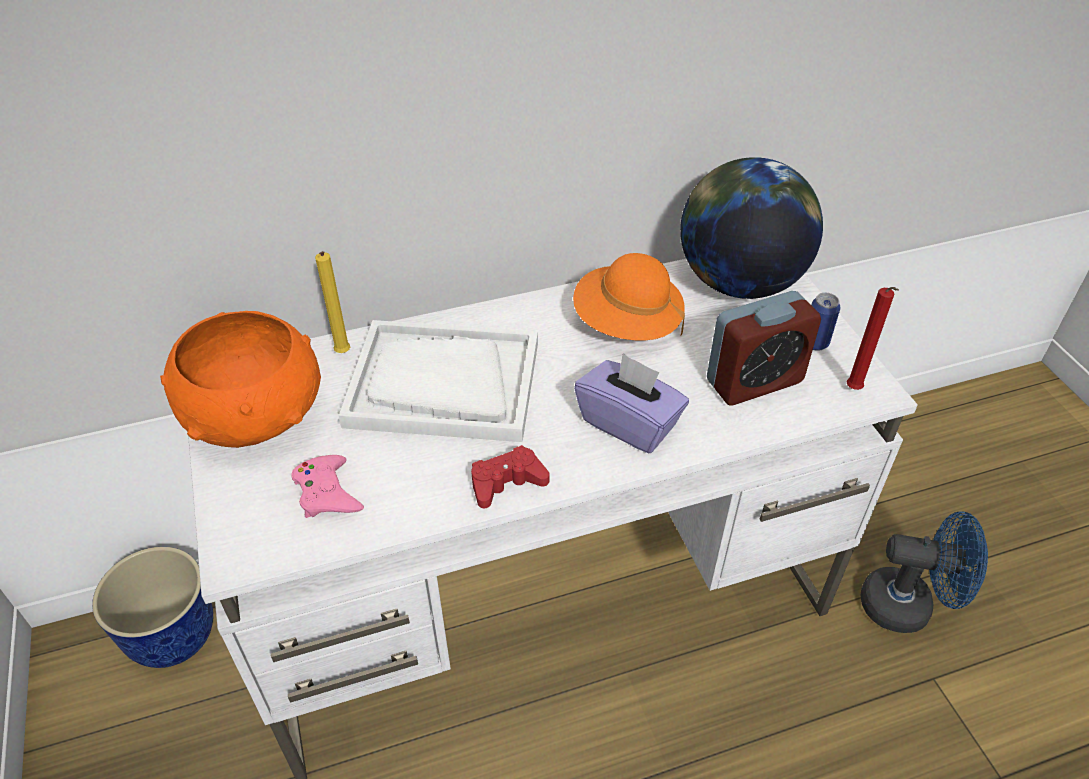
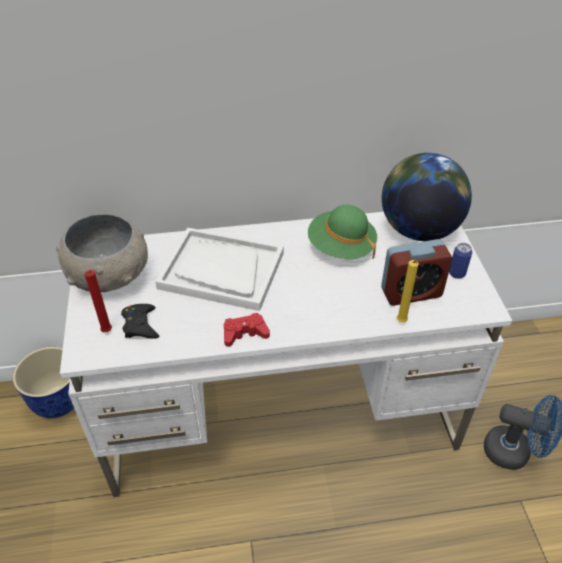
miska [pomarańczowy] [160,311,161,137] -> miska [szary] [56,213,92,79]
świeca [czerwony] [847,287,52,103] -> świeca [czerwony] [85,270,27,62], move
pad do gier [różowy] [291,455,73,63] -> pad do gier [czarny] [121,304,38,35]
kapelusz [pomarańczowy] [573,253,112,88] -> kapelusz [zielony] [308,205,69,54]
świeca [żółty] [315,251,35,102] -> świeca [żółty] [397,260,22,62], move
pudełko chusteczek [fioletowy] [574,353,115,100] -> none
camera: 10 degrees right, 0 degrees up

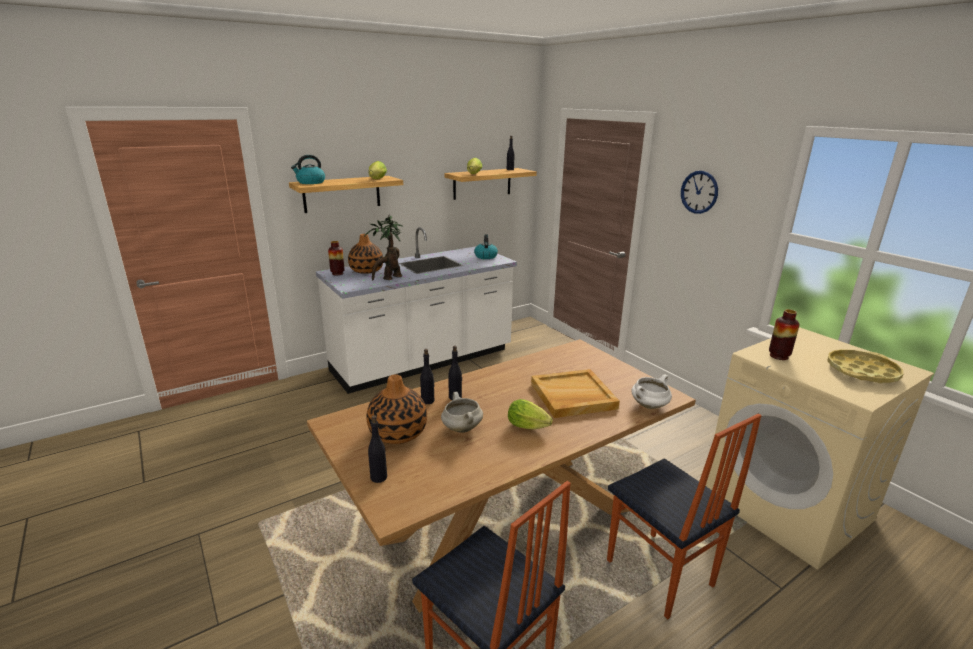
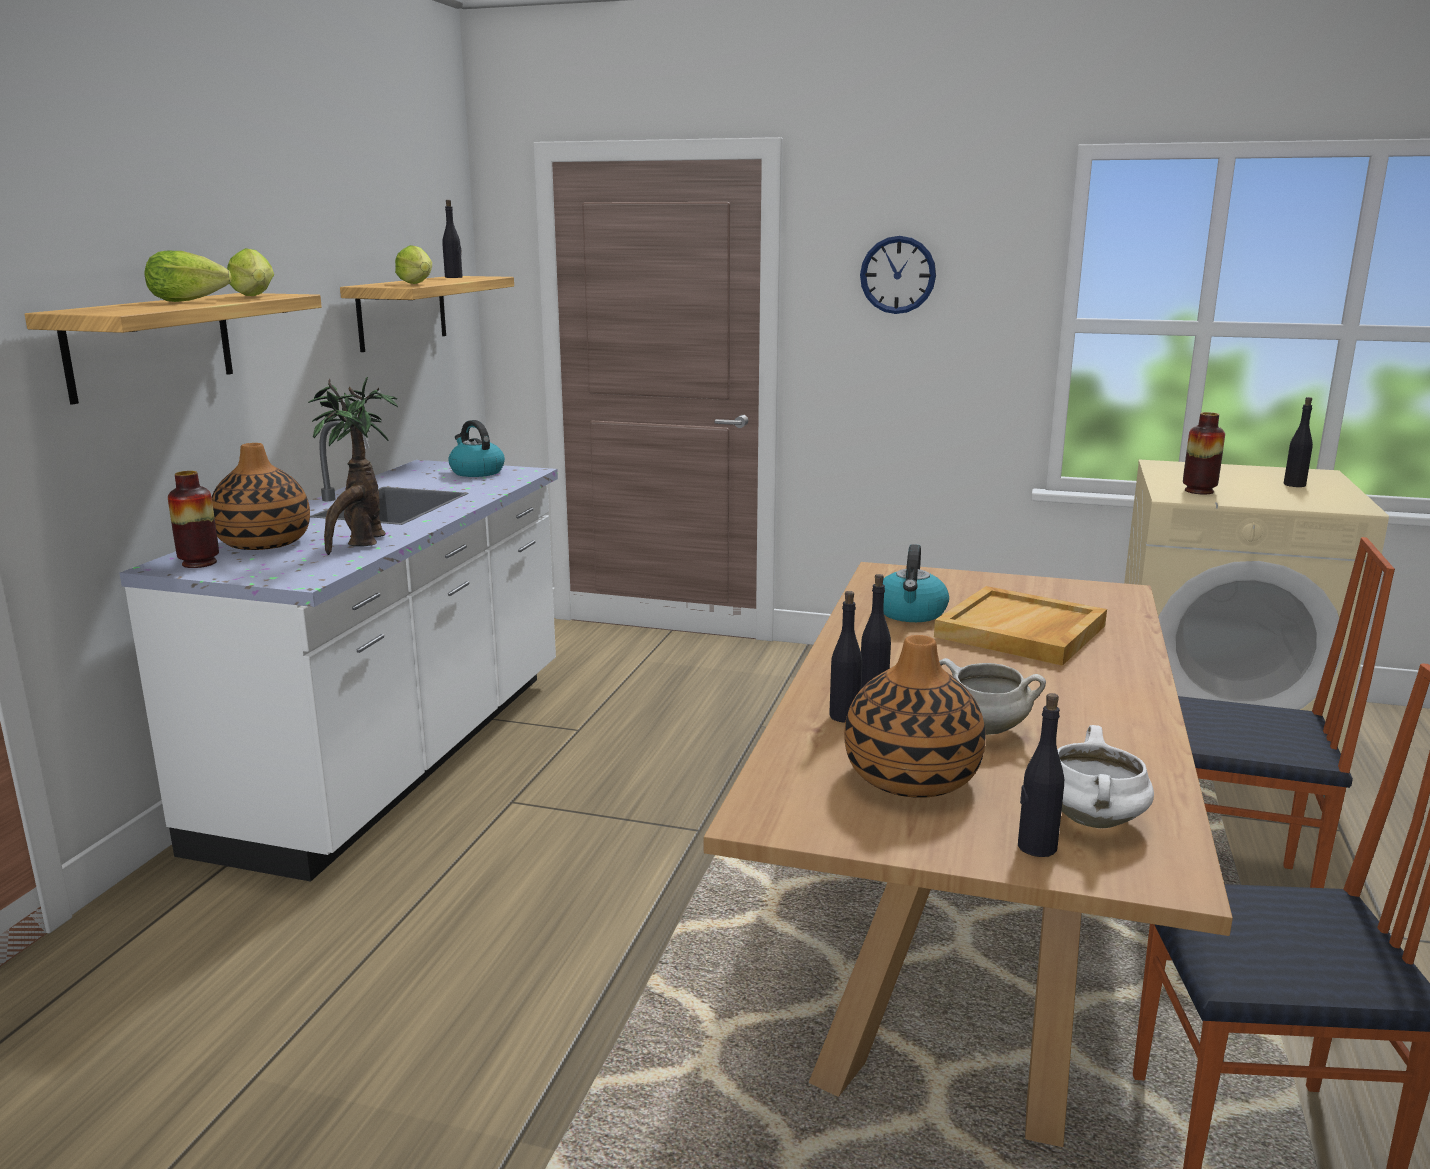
sałata [508,399,45,30] -> sałata [145,251,87,51], move
czajnik [291,155,34,29] -> czajnik [883,544,66,78], move
garnek [biały] [631,374,41,35] -> garnek [biały] [1058,725,96,103], move
taca [żółty] [827,349,77,34] -> butelka [czarny] [1284,397,29,90]
camera: 40 degrees left, 5 degrees down

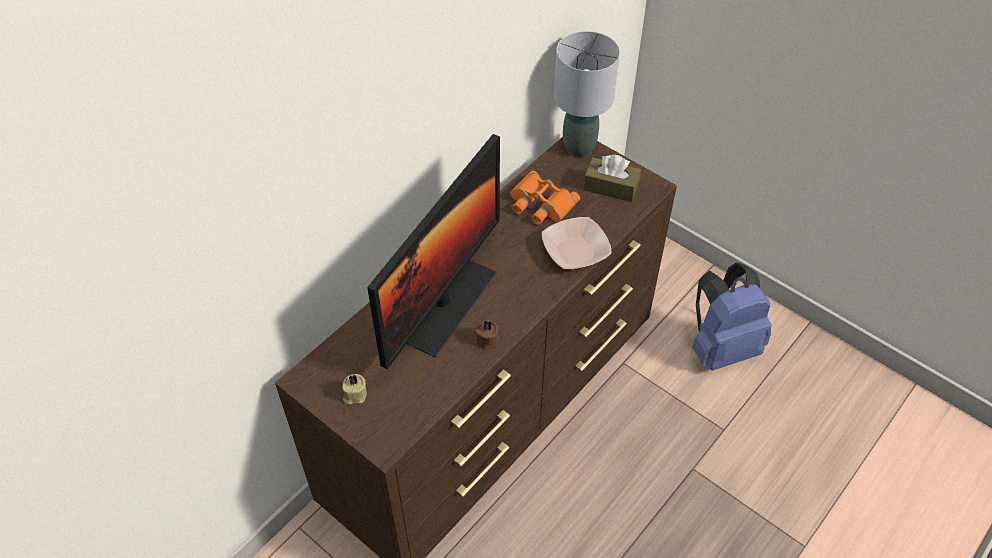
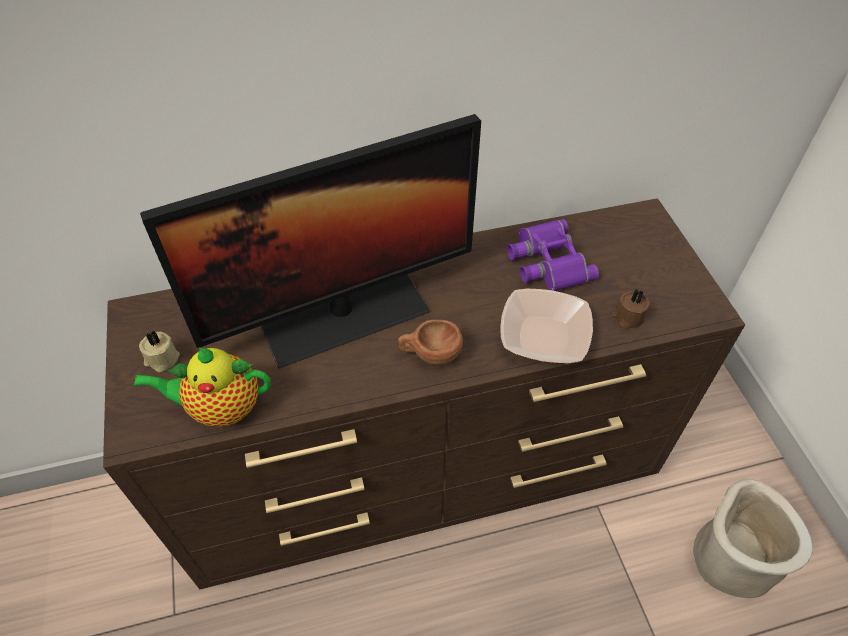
none -> imbryk [133,347,138,80]
none -> filiżanka [brązowy] [398,320,65,45]
lornetka [pomarańczowy] [510,171,70,54] -> lornetka [fioletowy] [507,219,92,72]
świeca [brązowy] [474,321,25,29] -> świeca [brązowy] [611,289,39,39], move
plecak [niebieski] [692,262,80,109] -> donica [beżowy] [693,478,120,120]
lampa stołowa [szary] [554,31,66,126] -> none
pudełko chusteczek [brązowy] [583,155,58,47] -> none
camera: 35 degrees right, 0 degrees up

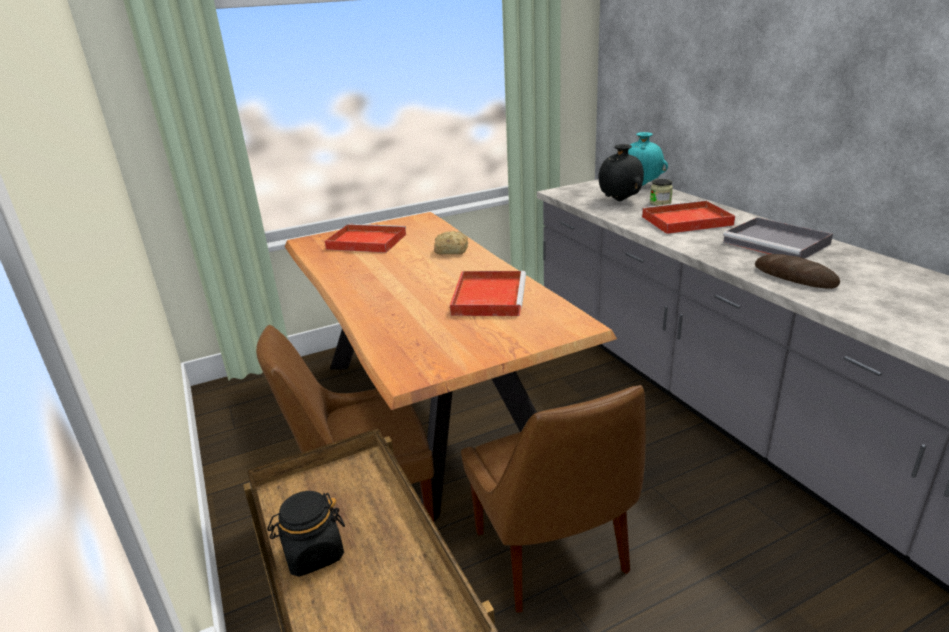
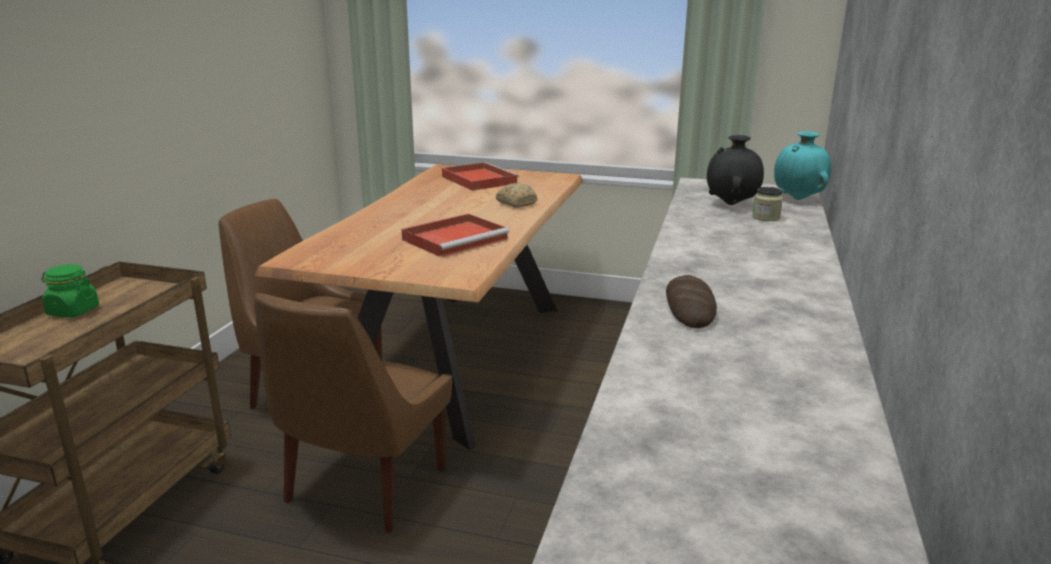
słoik [czarny] [267,491,78,86] -> słoik [zielony] [42,264,57,54]
taca [czerwony] [642,200,93,34] -> none
taca [szary] [723,217,110,42] -> none
camera: 40 degrees right, 5 degrees down

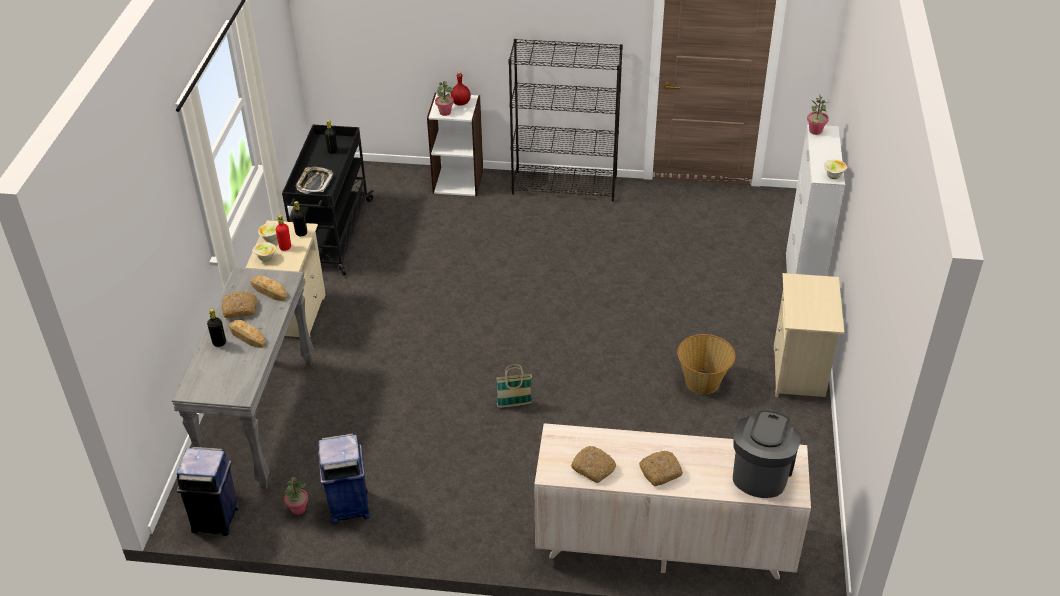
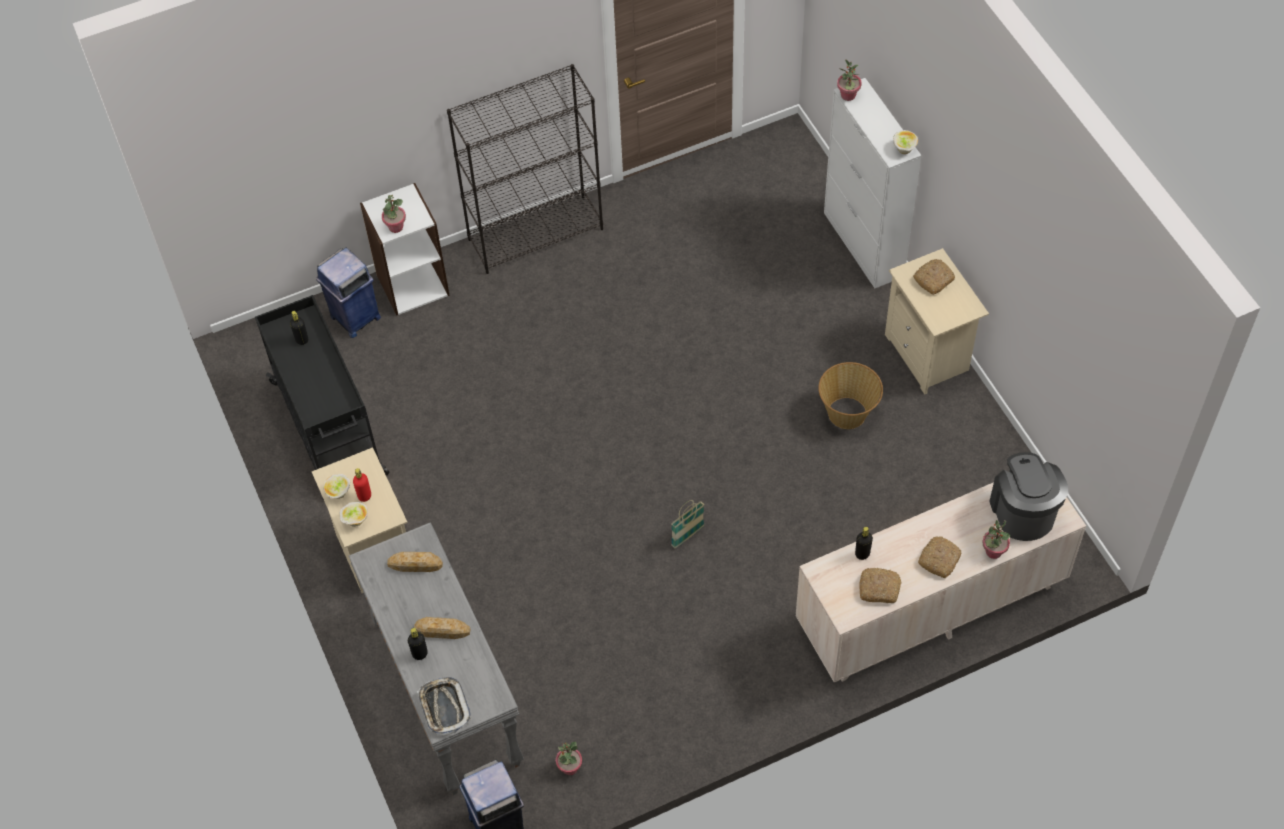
kosz na śmieci [niebieski] [318,433,53,91] -> kosz na śmieci [niebieski] [316,248,65,90], move
taca [296,167,37,27] -> taca [417,677,54,59], move
butelka [czarny] [292,201,15,35] -> butelka [czarny] [855,527,18,33], move
chleb [222,291,36,27] -> chleb [913,259,42,36], move
none -> roślina doniczkowa [982,520,28,39]
butelka [czerwony] [450,72,21,34] -> none
camera: 30 degrees left, 15 degrees up

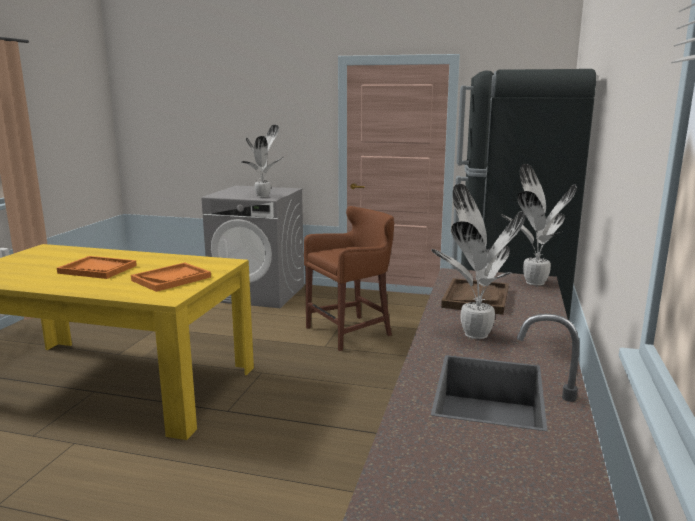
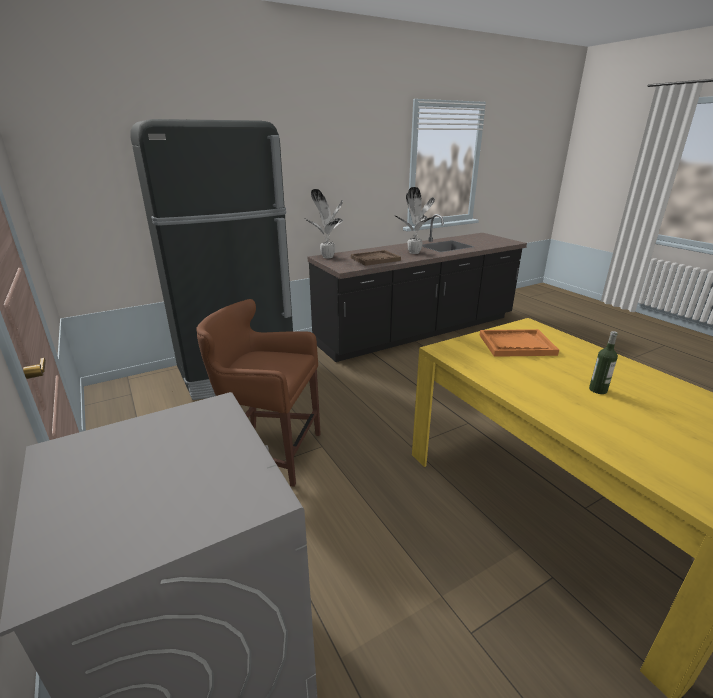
taca [pomarańczowy] [57,256,80,23] -> butelka [589,331,29,63]
roślina doniczkowa [241,124,42,73] -> none
camera: 135 degrees left, 10 degrees up

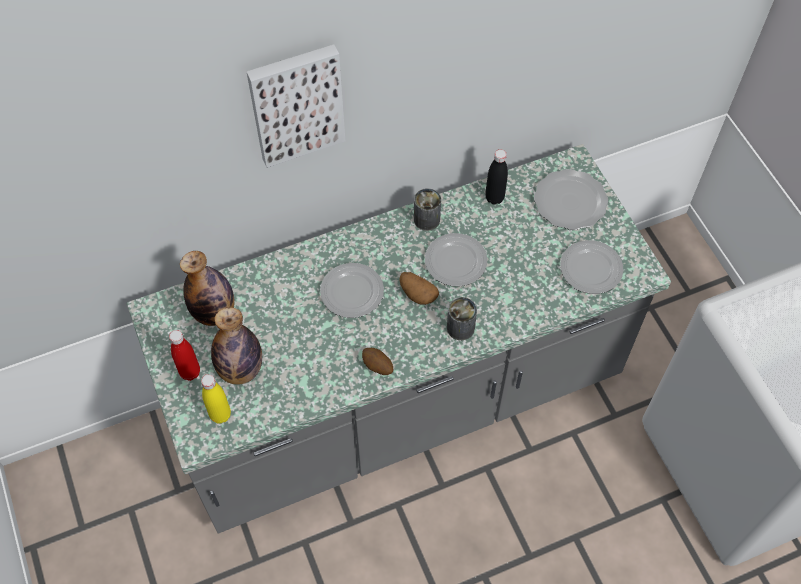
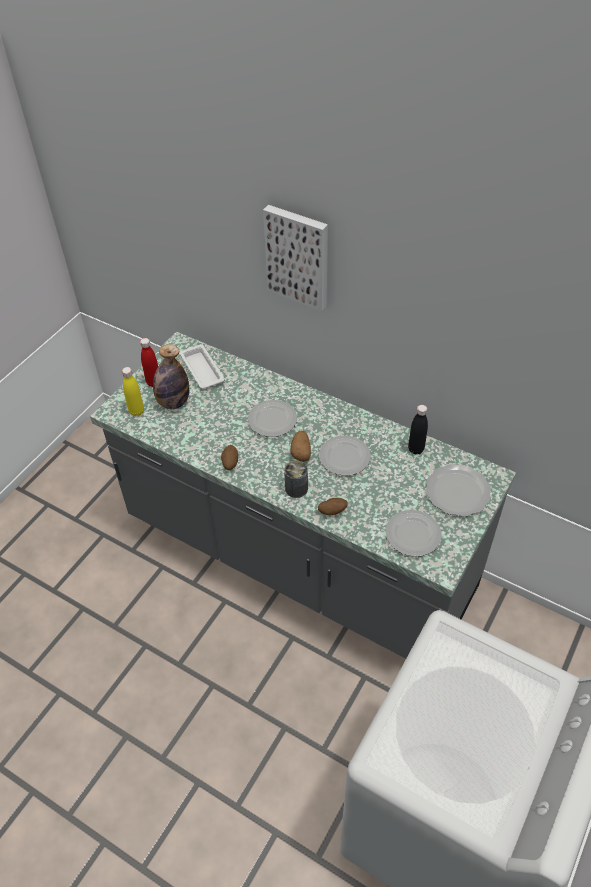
butelka [180,251,55,75] -> taca [biały] [180,344,45,45]
none -> ziemniak [318,498,30,17]
puszka [414,188,27,43] -> none
camera: 55 degrees right, 10 degrees down

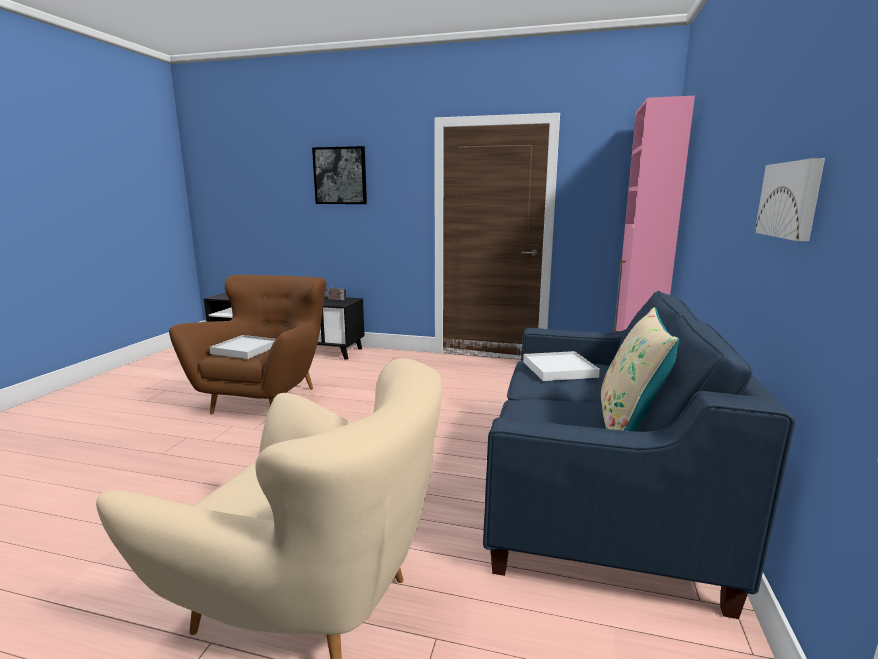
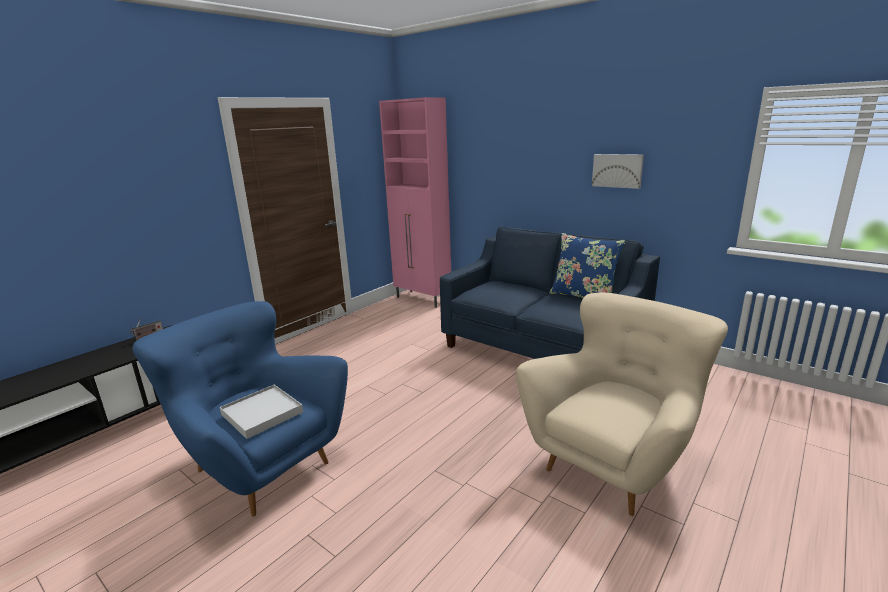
fotel [brązowy] [169,275,157,140] -> fotel [niebieski] [132,301,216,215]
poduszka [beżowy] [601,307,78,124] -> poduszka [niebieski] [549,233,77,65]
obraz [312,146,55,58] -> none
taca [biały] [523,351,77,30] -> none
camera: 65 degrees left, 5 degrees up

